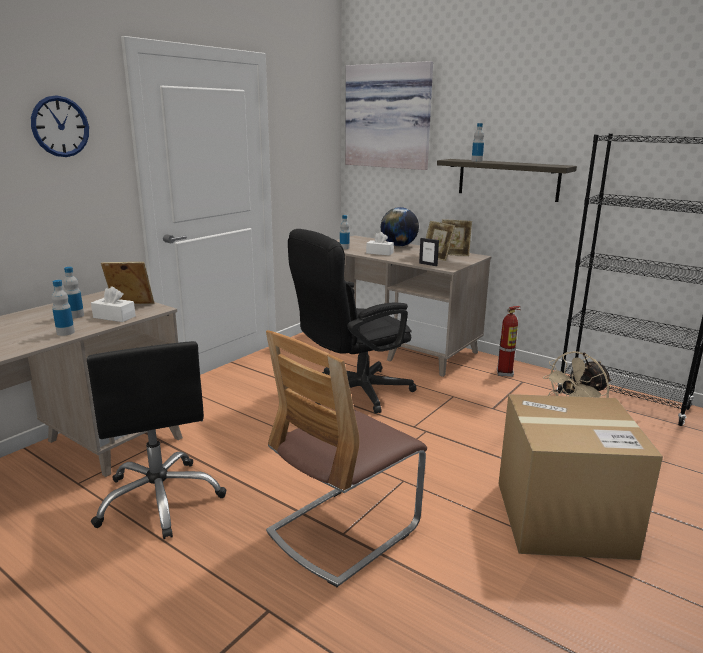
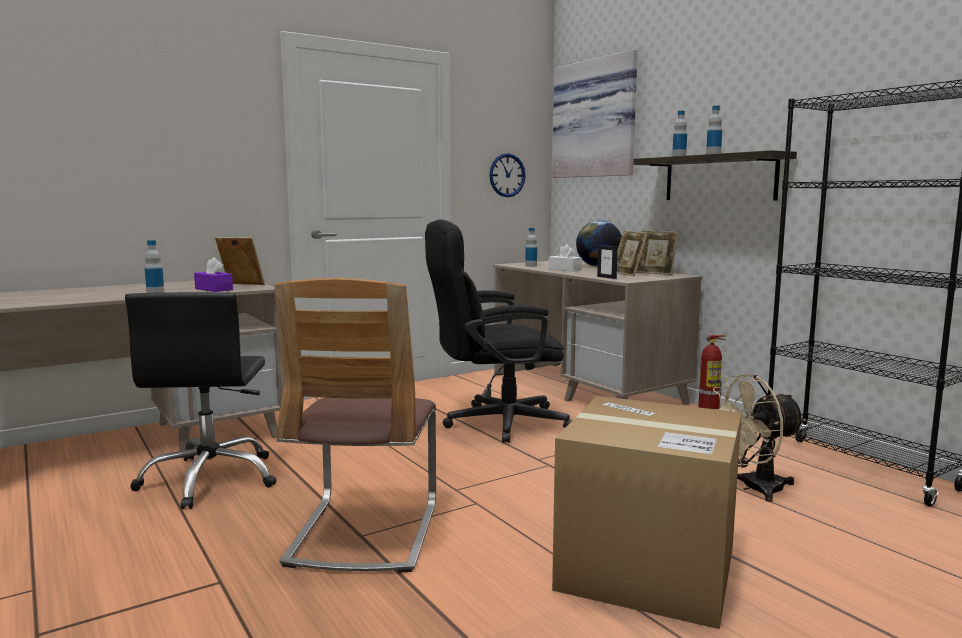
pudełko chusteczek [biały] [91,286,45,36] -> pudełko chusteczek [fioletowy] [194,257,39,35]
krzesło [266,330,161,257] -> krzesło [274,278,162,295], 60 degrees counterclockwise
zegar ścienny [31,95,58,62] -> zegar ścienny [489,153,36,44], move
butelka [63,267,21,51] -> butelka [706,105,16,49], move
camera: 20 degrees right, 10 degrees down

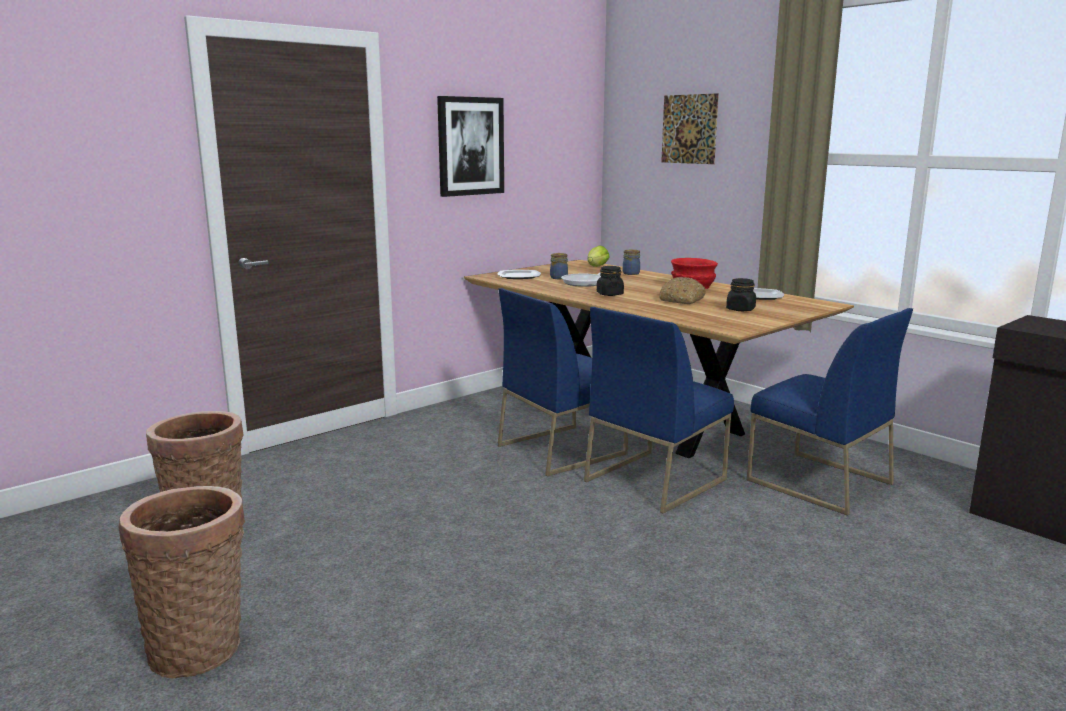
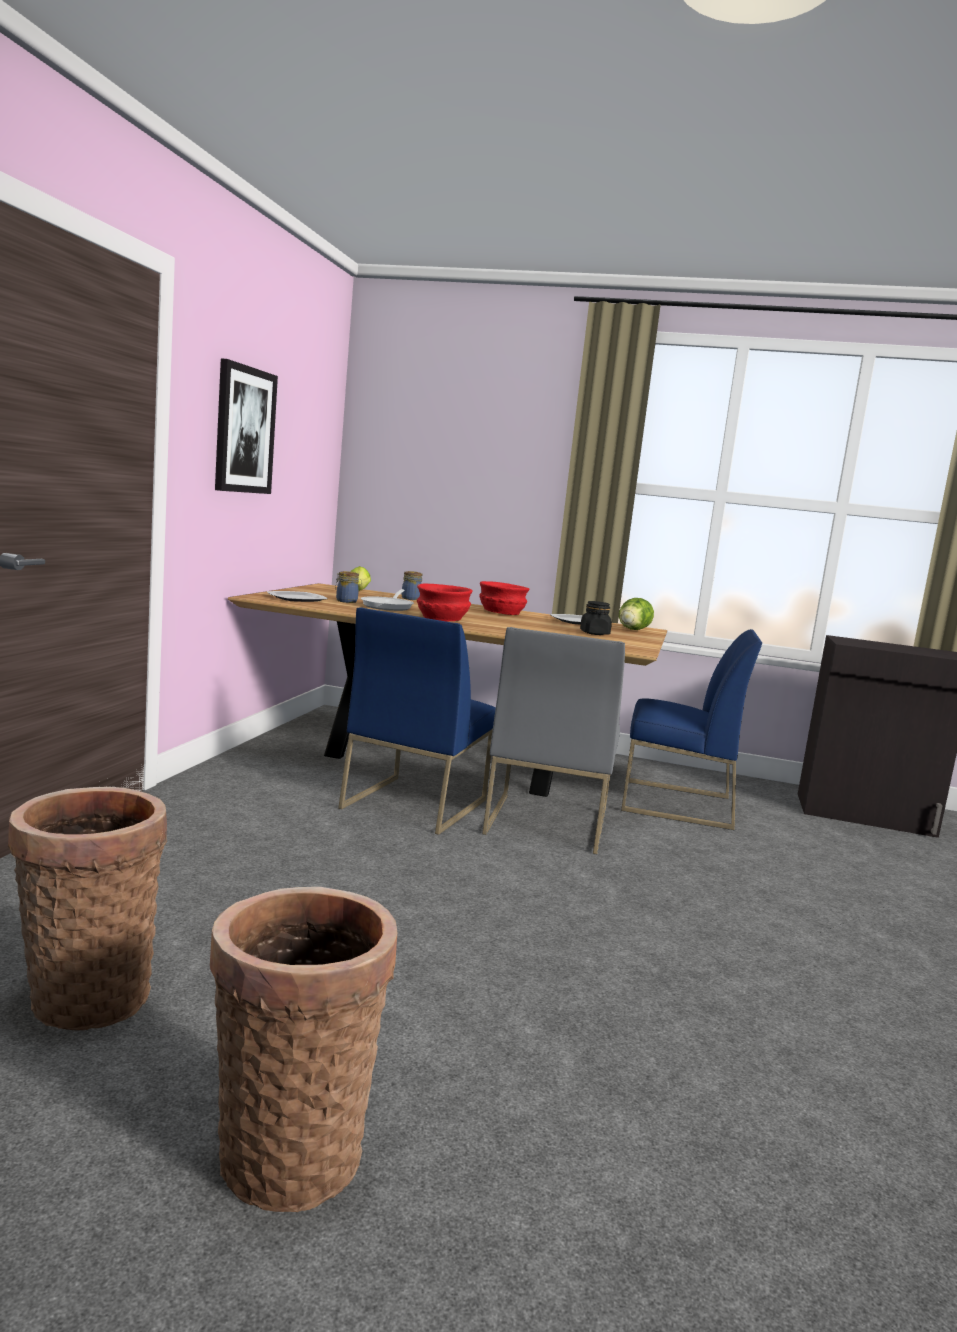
słoik [czarny] [597,266,27,30] -> miska [czerwony] [417,583,56,39]
krzesło [niebieski] [584,307,150,207] -> krzesło [szary] [482,627,143,227]
none -> sałata [619,598,35,32]
chleb [659,277,47,27] -> none
obraz [661,93,58,71] -> none
camera: 35 degrees left, 5 degrees down

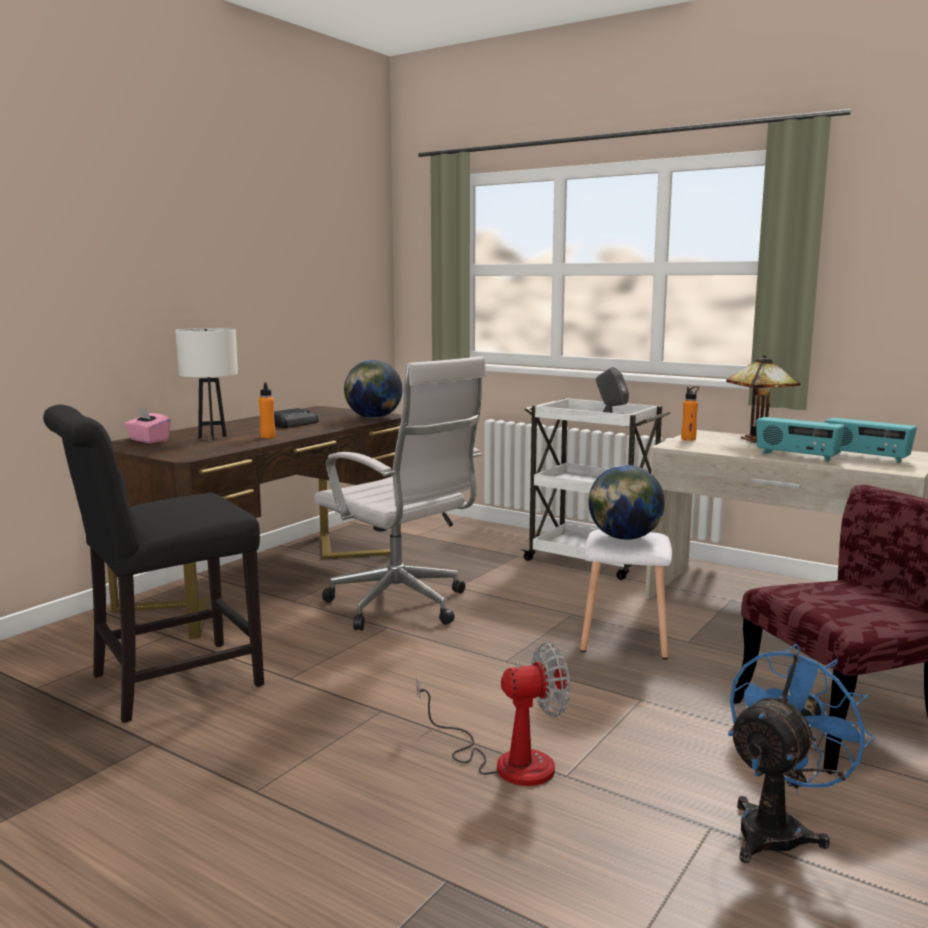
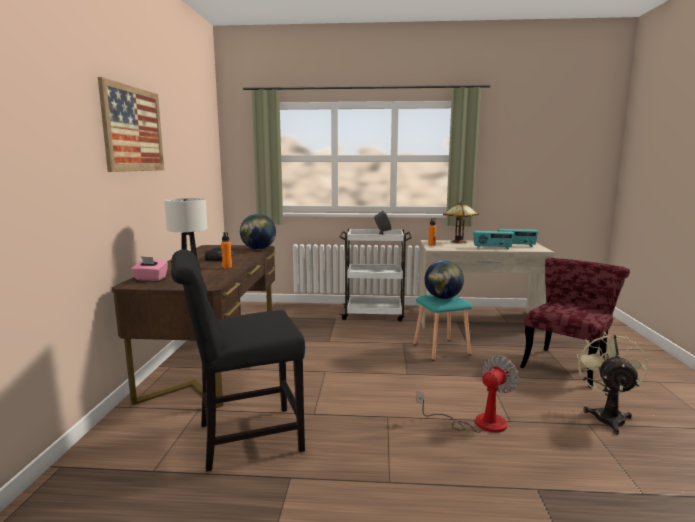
none -> obraz [98,77,66,95]
krzesło [czarny] [43,405,221,318] -> krzesło [czarny] [171,250,134,222], 45 degrees clockwise
stołek [biały] [580,530,92,129] -> stołek [turkusowy] [413,295,59,66]
wentylator [niebieski] [728,644,147,219] -> wentylator [beżowy] [577,332,71,102]
krzesło biurowe [biały] [314,356,172,274] -> none
camera: 30 degrees left, 0 degrees up

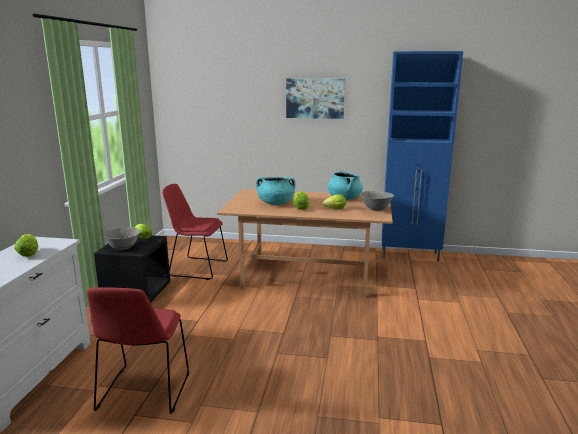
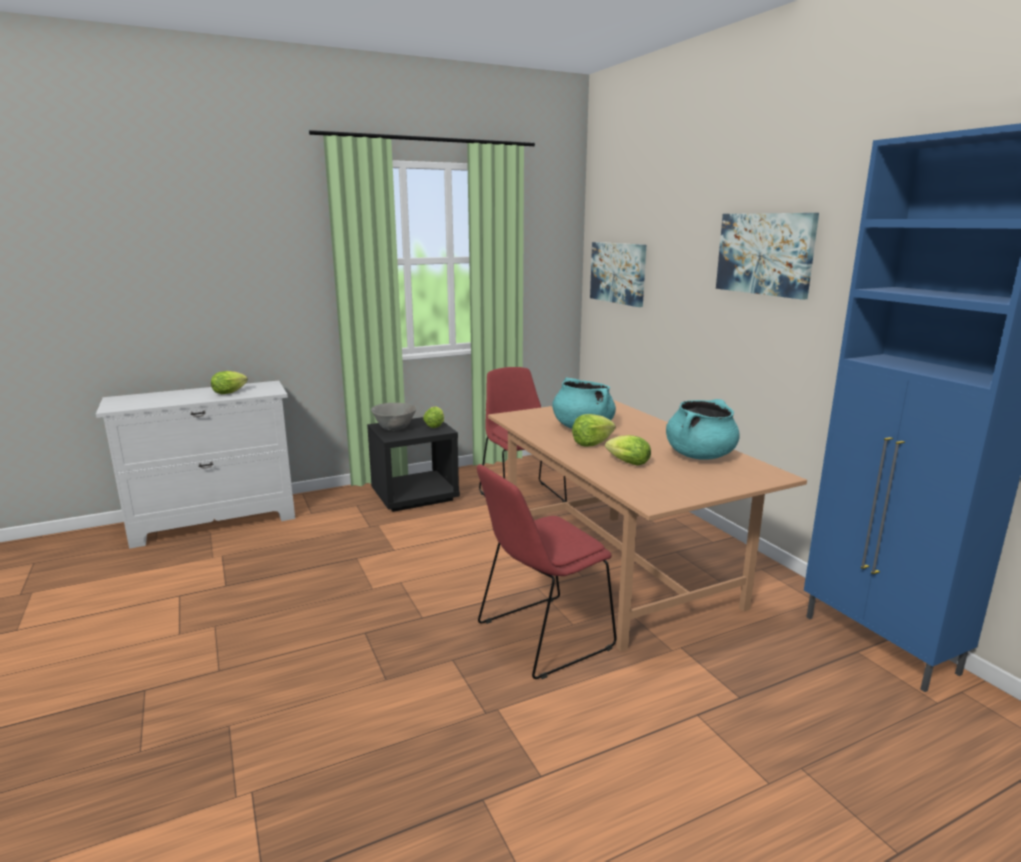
krzesło [czerwony] [87,287,102,127] -> krzesło [czerwony] [477,464,140,215], move
none -> obraz [590,242,56,65]
miska [szary] [360,191,34,20] -> none
camera: 55 degrees right, 0 degrees up

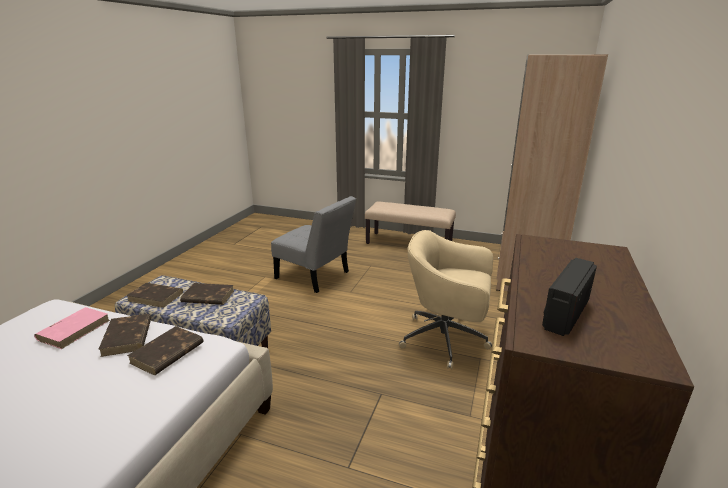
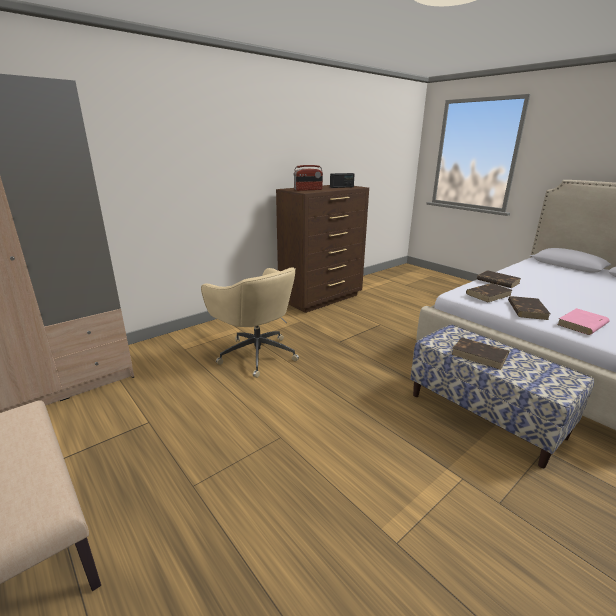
none -> radio [293,165,30,26]
książka [brązowy] [126,283,57,25] -> książka [brązowy] [477,270,44,18], move
krzesło [szary] [271,196,85,97] -> none
camera: 150 degrees left, 0 degrees up

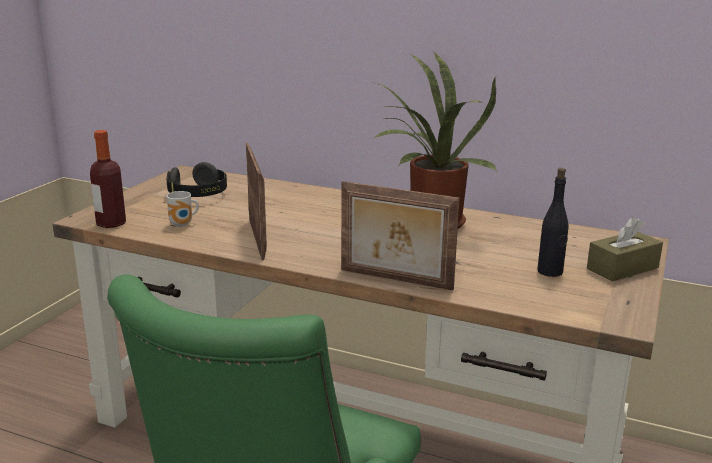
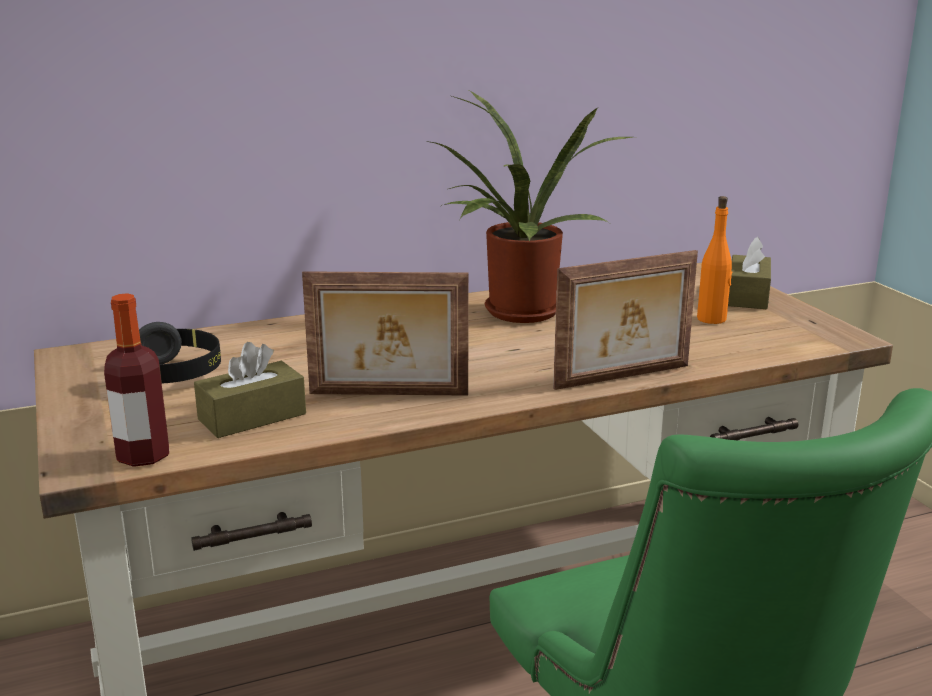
kubek [166,191,33,36] -> pudełko chusteczek [brązowy] [194,342,112,96]
ramka na zdjęcie [246,143,21,117] -> ramka na zdjęcie [302,271,166,125], 150 degrees clockwise
butelka [czarny] [538,168,31,109] -> butelka [pomarańczowy] [697,196,35,128]
camera: 45 degrees left, 0 degrees up

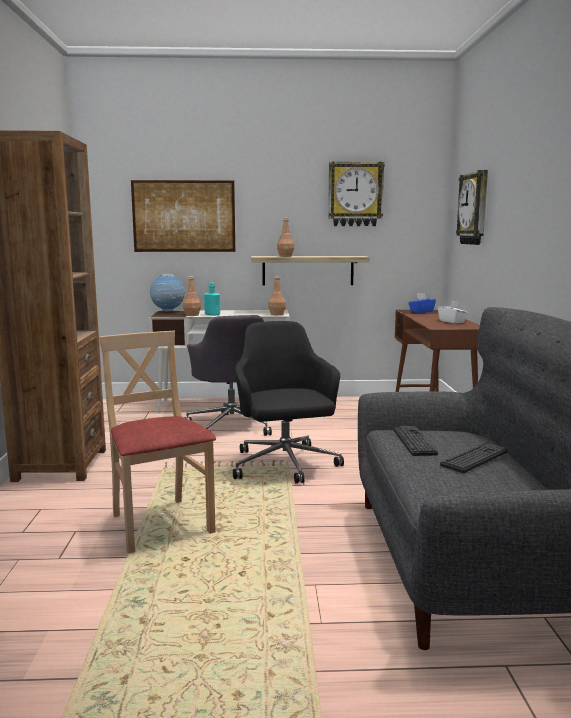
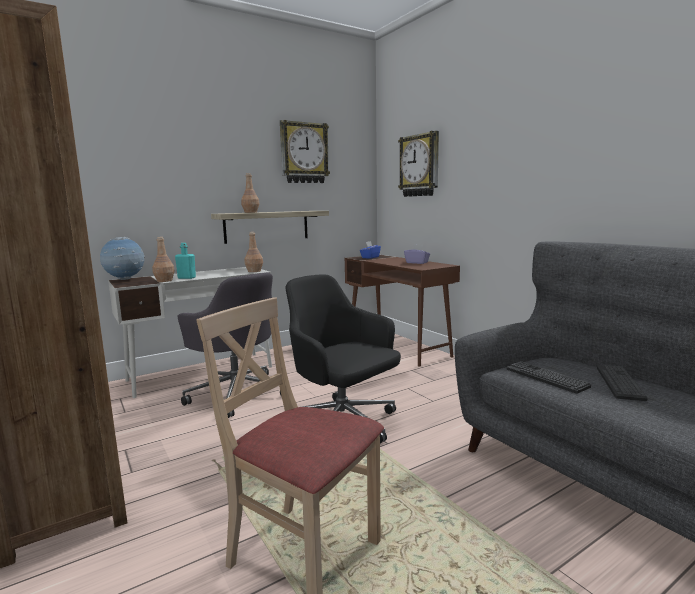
pudełko chusteczek [biały] [438,301,30,22] -> pudełko chusteczek [fioletowy] [404,245,26,19]
obraz [131,180,104,72] -> none
camera: 30 degrees left, 0 degrees up

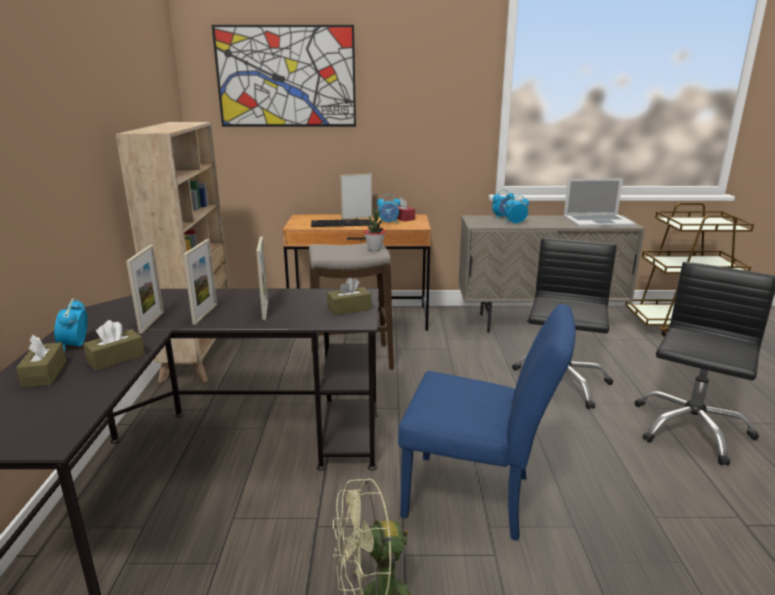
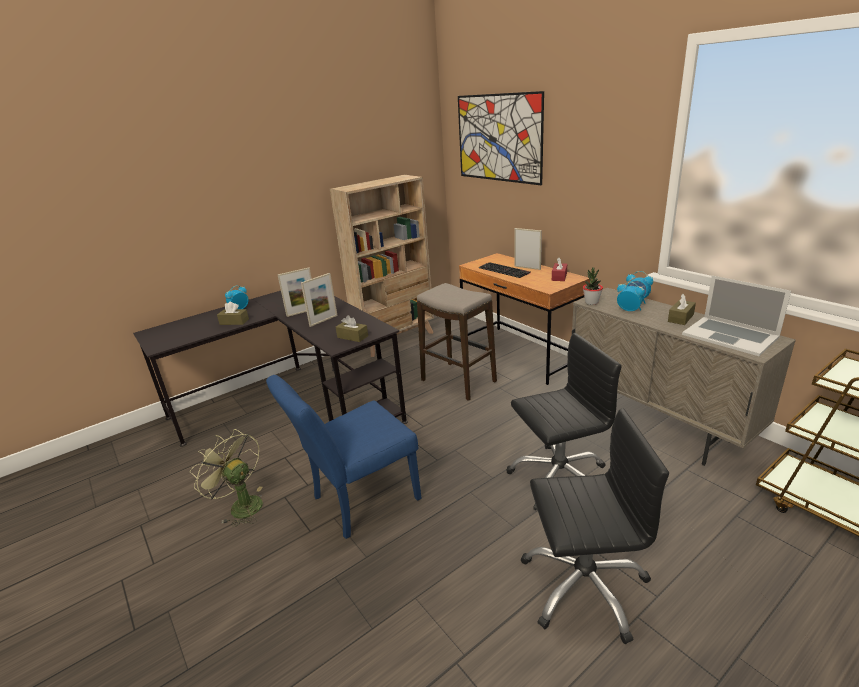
krzesło [niebieski] [398,304,178,237] -> krzesło [niebieski] [266,375,155,164], 75 degrees clockwise
roślina doniczkowa [364,209,21,42] -> roślina doniczkowa [583,267,20,38], move
pudełko chusteczek [brązowy] [16,335,50,53] -> pudełko chusteczek [brązowy] [668,294,28,31], move
ramka na zdjęcie [126,245,38,89] -> none
budzik [377,194,23,30] -> none
camera: 55 degrees right, 5 degrees up

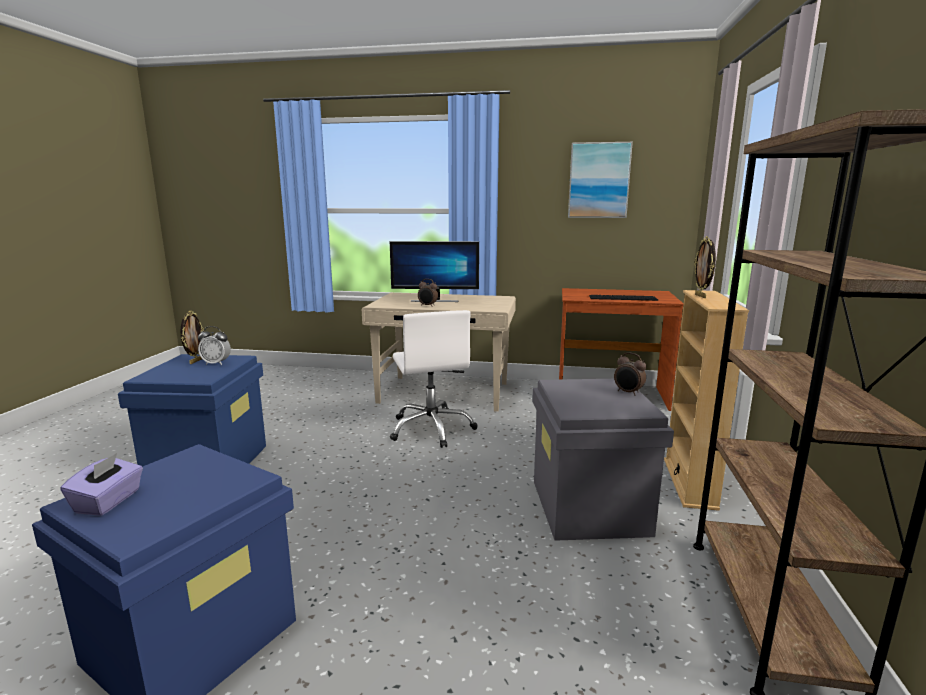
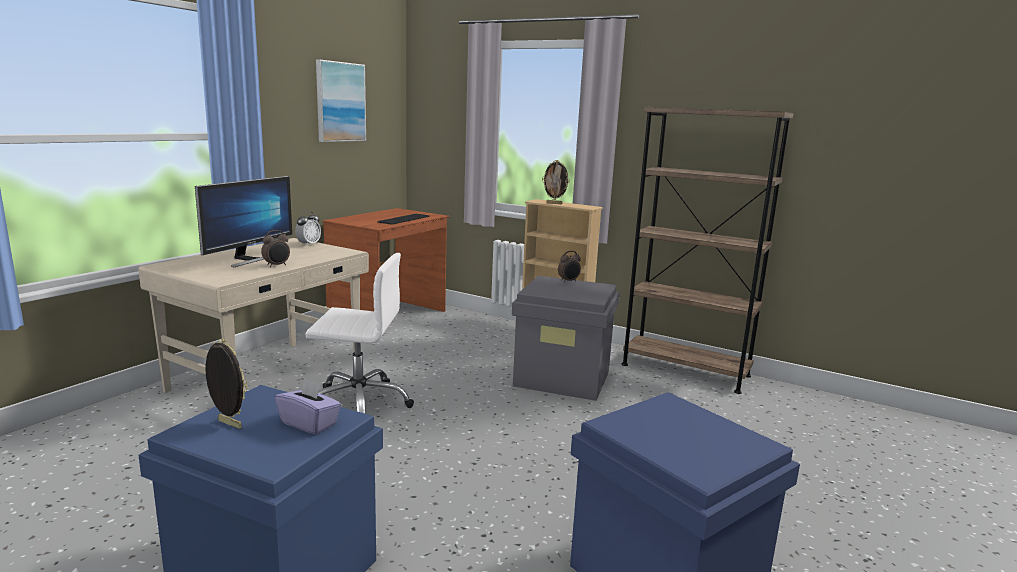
pudełko chusteczek [fioletowy] [60,453,83,63] -> pudełko chusteczek [fioletowy] [275,378,67,56], move
budzik [198,326,33,39] -> budzik [295,211,26,35], move
camera: 70 degrees left, 0 degrees up

